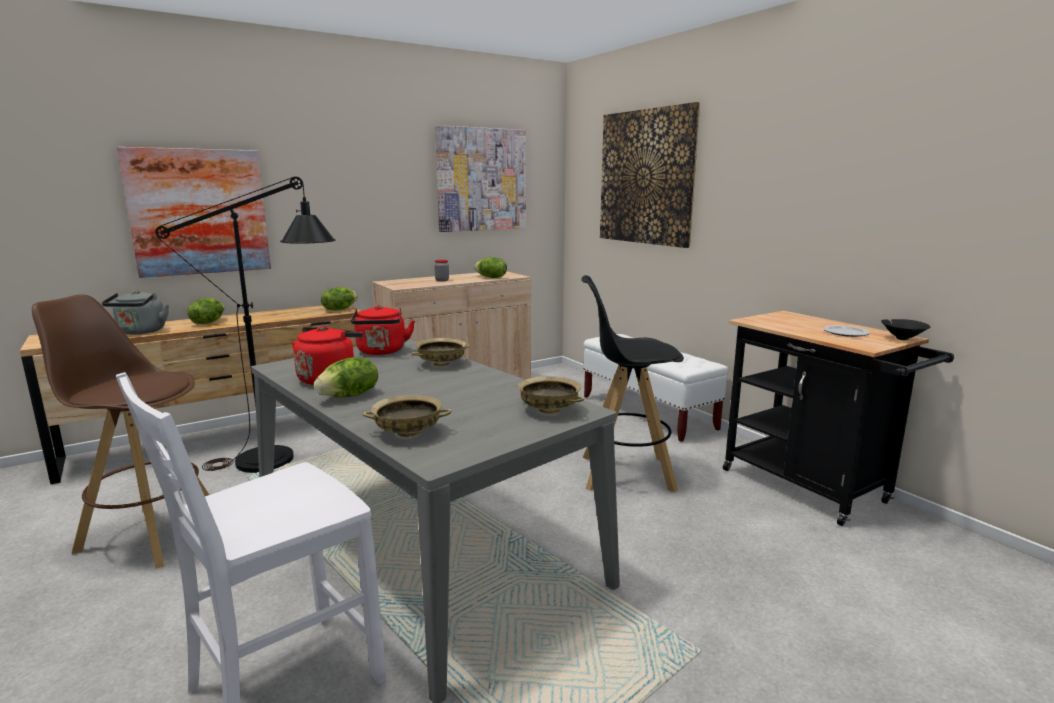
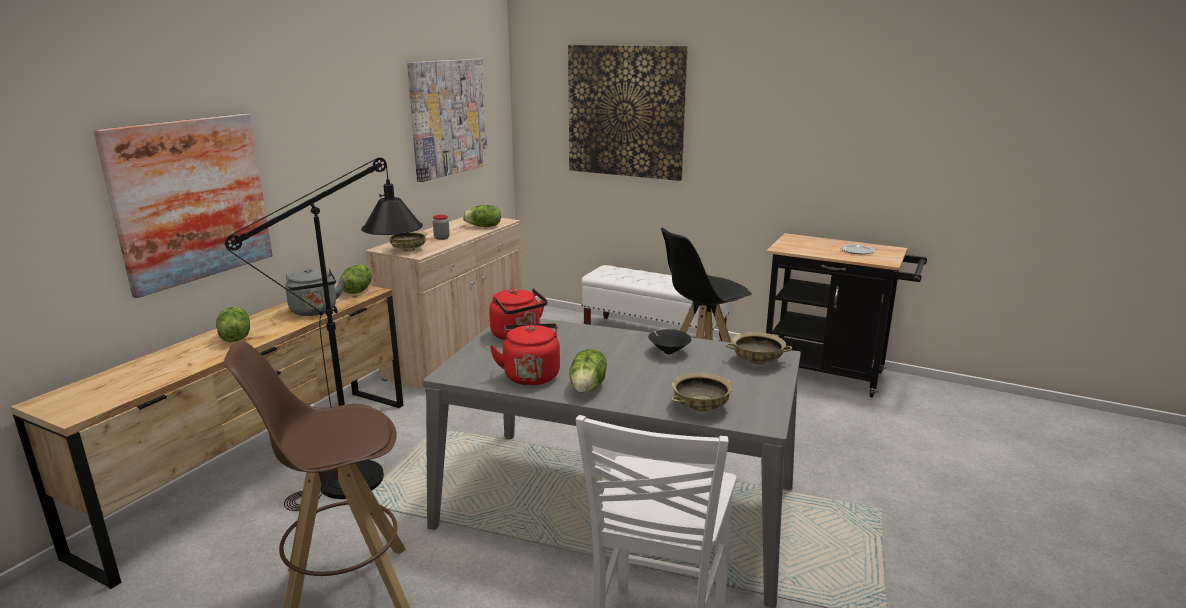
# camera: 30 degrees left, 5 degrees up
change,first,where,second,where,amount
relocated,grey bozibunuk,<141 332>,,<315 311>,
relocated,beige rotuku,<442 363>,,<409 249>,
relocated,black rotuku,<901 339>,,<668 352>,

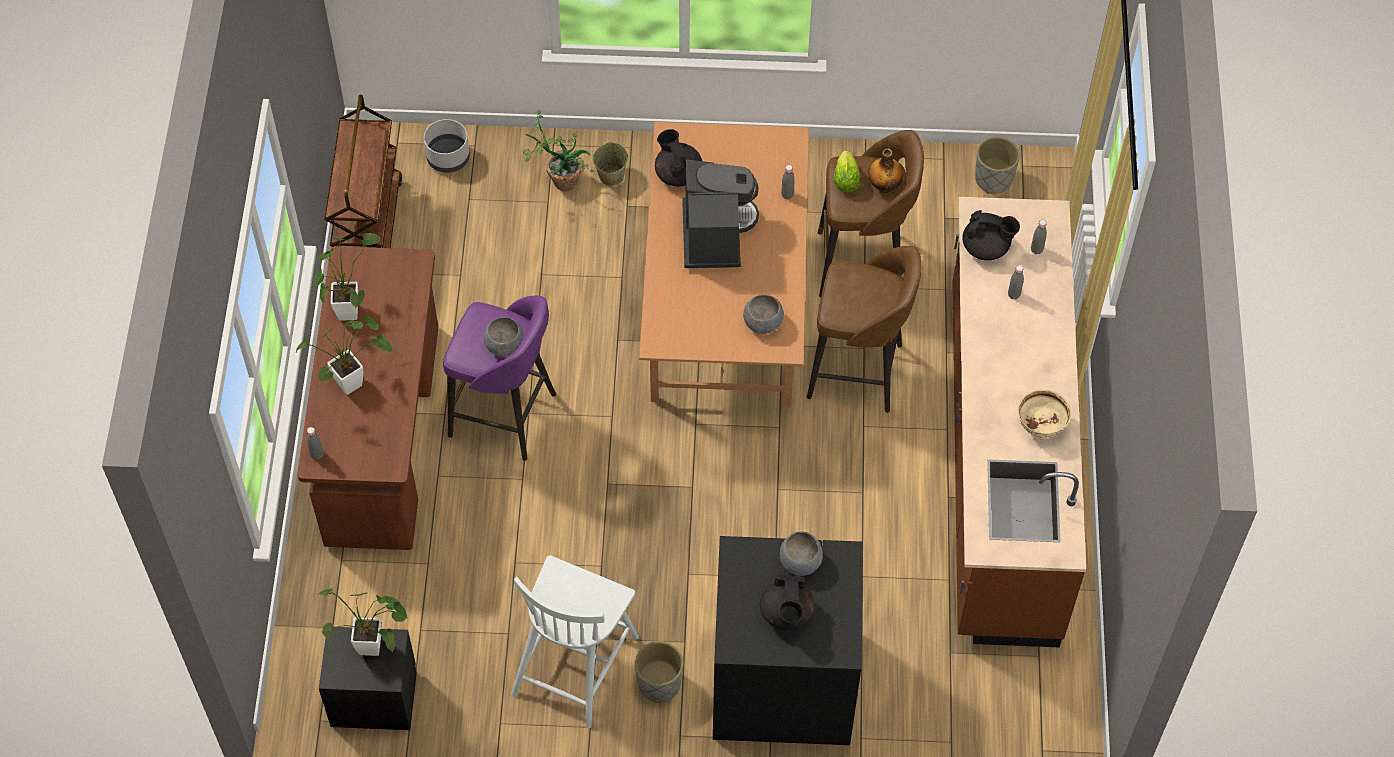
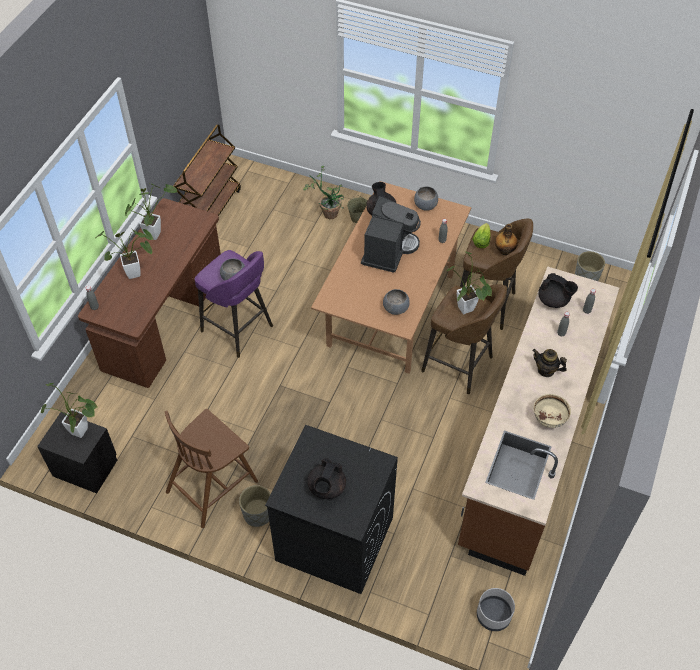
# camera: 20 degrees right, 5 degrees down
change,first,where,second,where,amount
appeared,,,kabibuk,<467 311>,
appeared,,,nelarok,<546 370>,
relocated,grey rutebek,<448 158>,,<493 615>,
relocated,grey rotuku,<800 562>,,<425 205>,
colour,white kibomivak,<575 662>,brown kibomivak,<213 485>,

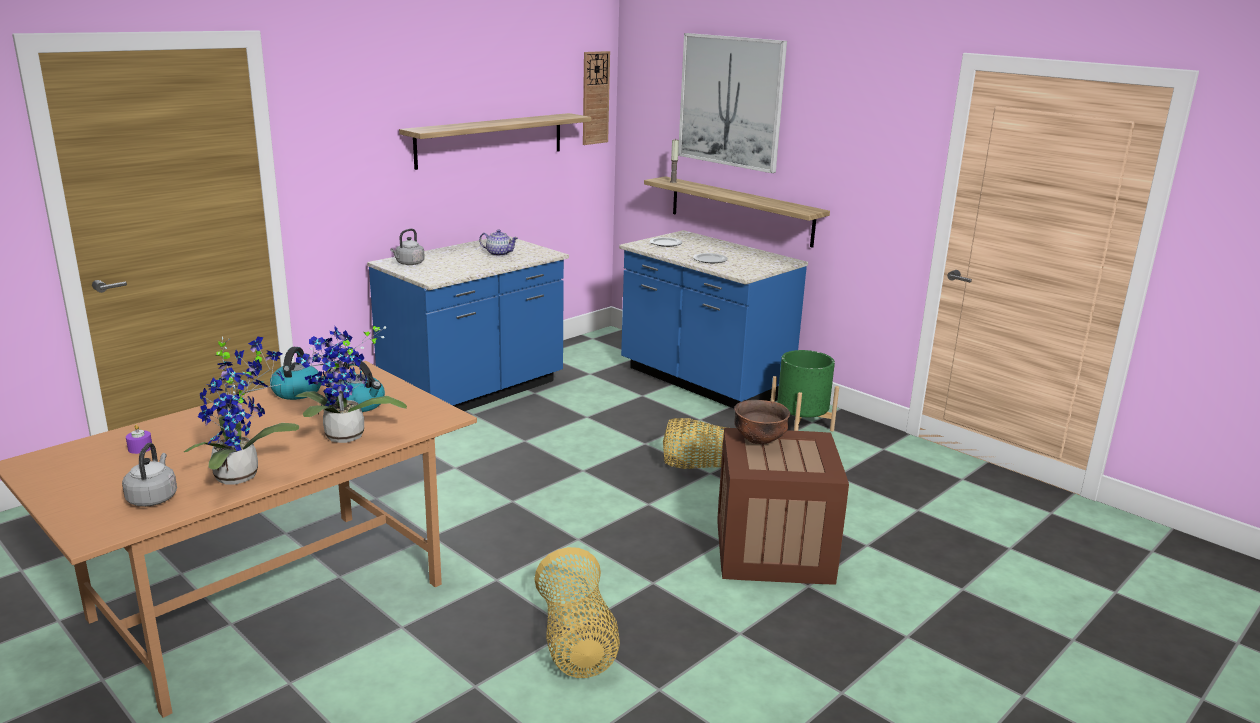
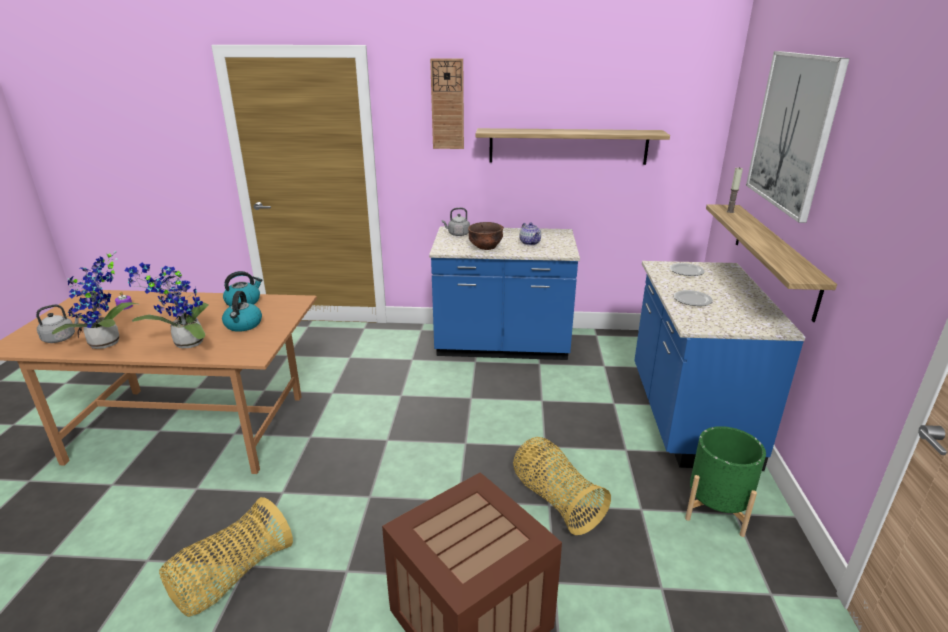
# camera: 50 degrees right, 5 degrees up
change,first,where,second,where,amount
relocated,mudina,<595 98>,,<447 104>,
relocated,brown rotuku,<760 440>,,<486 248>,

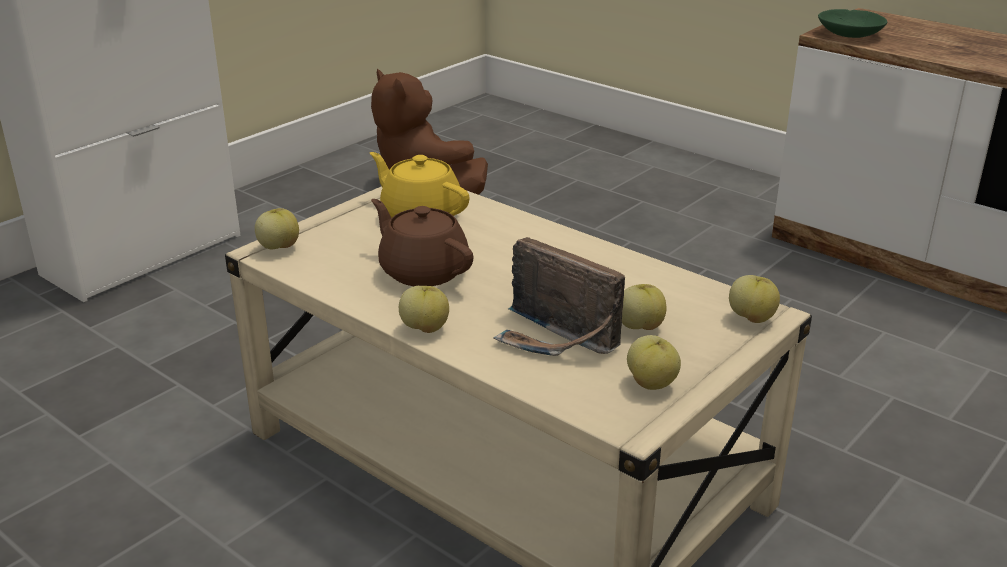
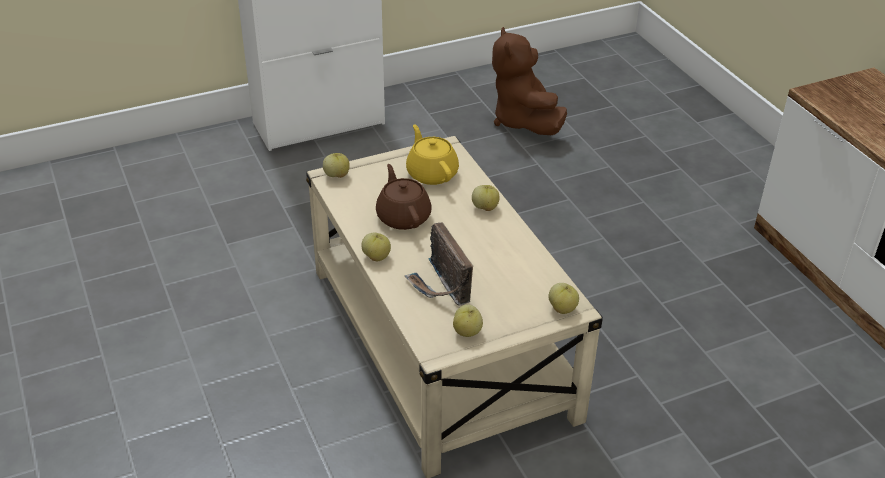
# camera: 25 degrees right, 10 degrees up
change,first,where,second,where,amount
missing,green rotuku,<850 34>,,,
relocated,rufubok,<640 327>,,<485 207>,

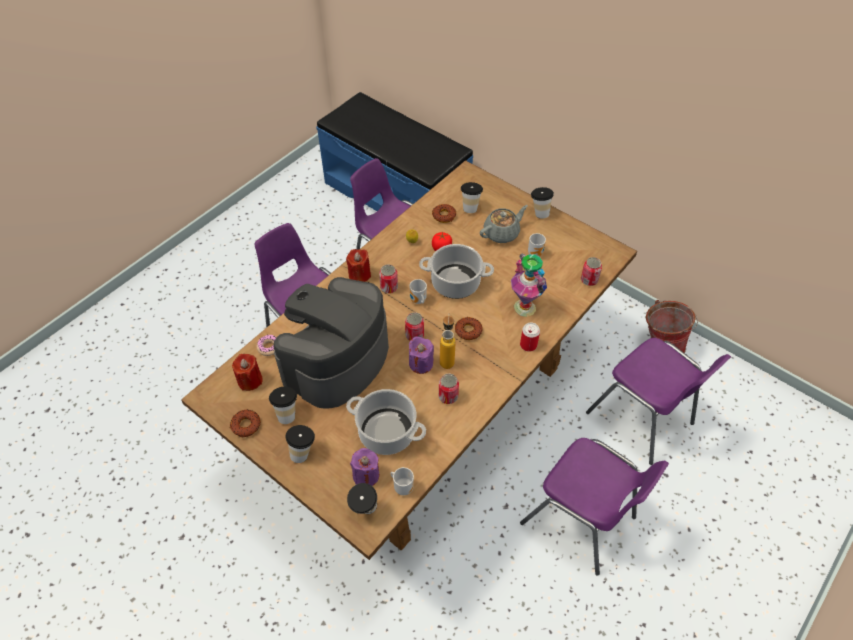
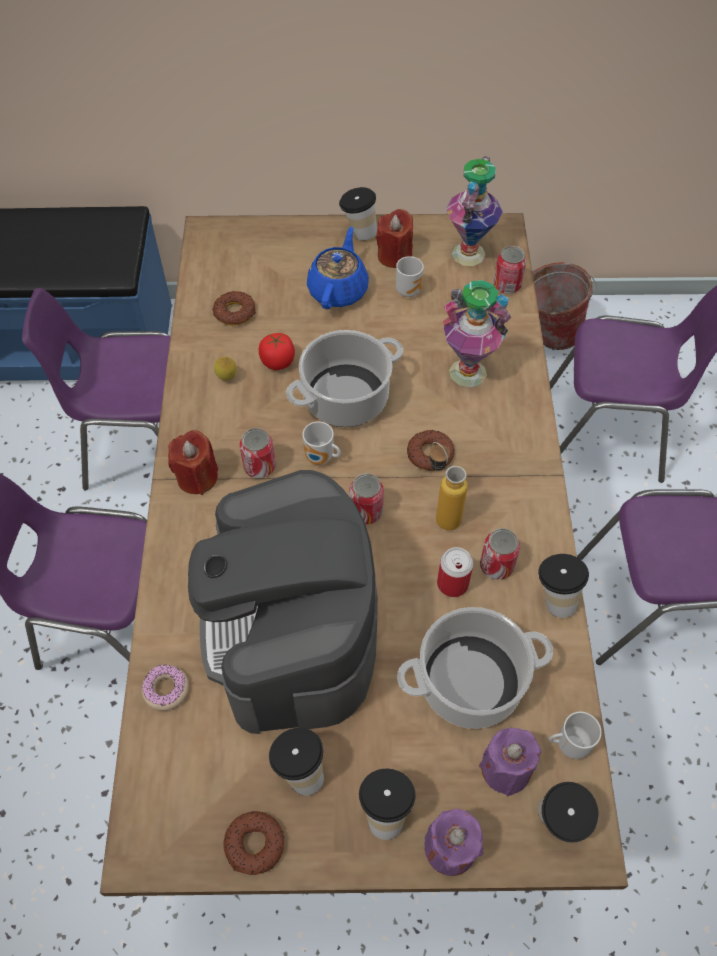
# camera: 40 degrees left, 5 degrees up
change,first,where,second,where,amount
appeared,,,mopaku,<469 254>,
relocated,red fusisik,<250 380>,,<394 256>,
relocated,purple fusisik,<421 363>,,<450 849>,
relocated,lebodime,<470 207>,,<554 598>,
relocated,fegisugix,<528 345>,,<452 583>,
colour,grey nelarok,<502 233>,blue nelarok,<338 290>,

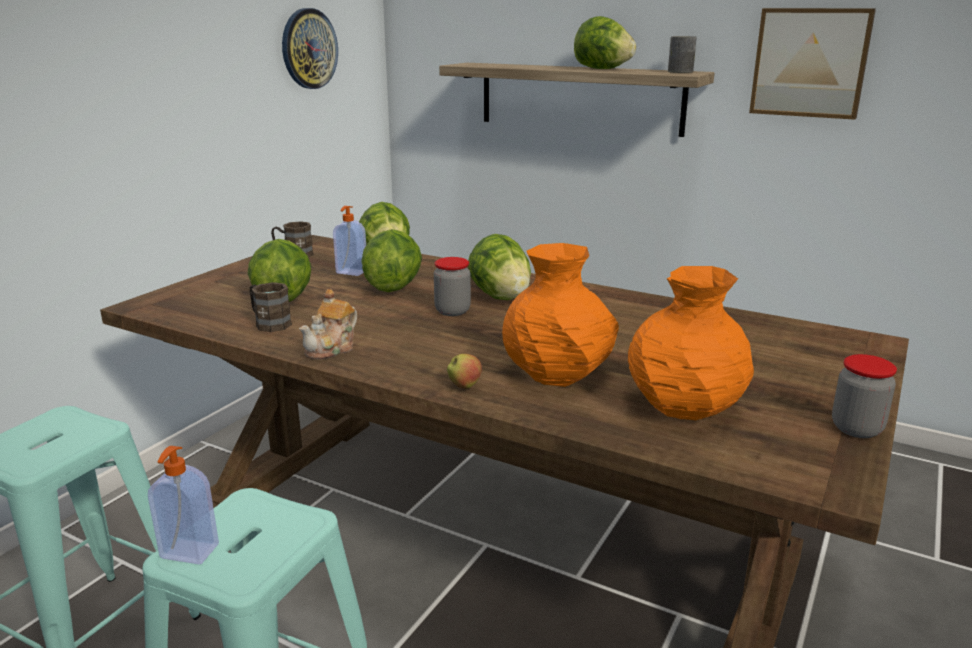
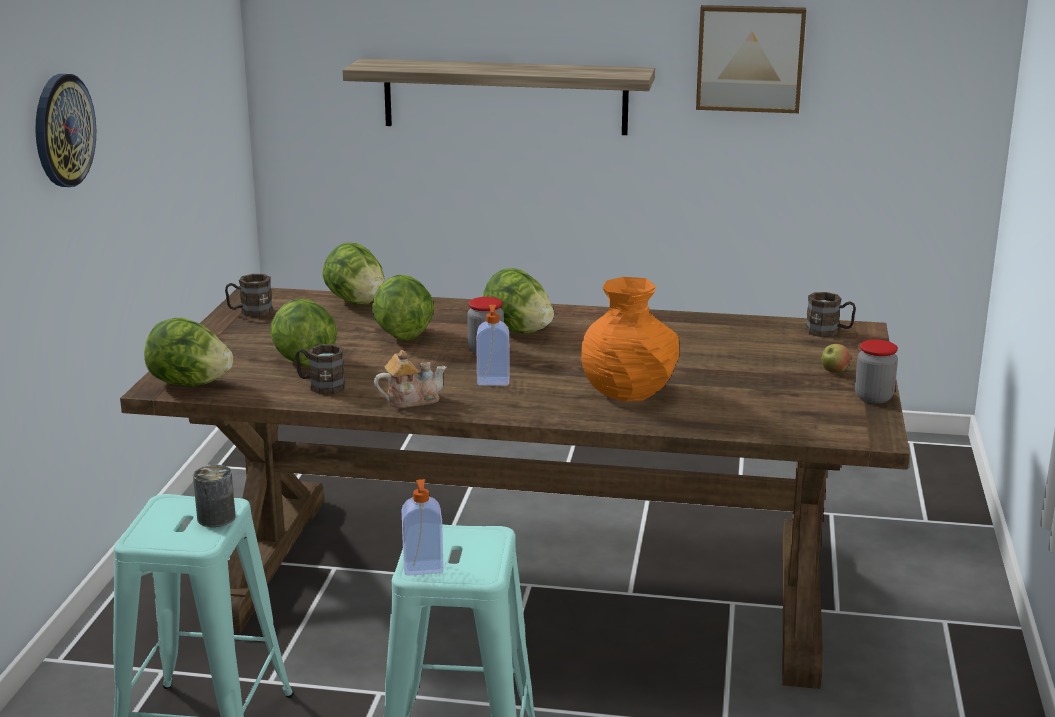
# camera: 20 degrees left, 0 degrees up
change,first,where,second,where,amount
missing,orange mopaku,<683 408>,,,
appeared,,,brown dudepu,<829 332>,
relocated,mudina,<309 49>,,<63 130>,
relocated,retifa,<351 272>,,<493 381>,
relocated,rufubok,<464 386>,,<834 371>,
relocated,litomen,<602 69>,,<189 384>,
relocated,fegisugix,<680 72>,,<216 518>,
spun,nelarok,<332 348>,,<411 400>,120 degrees counterclockwise

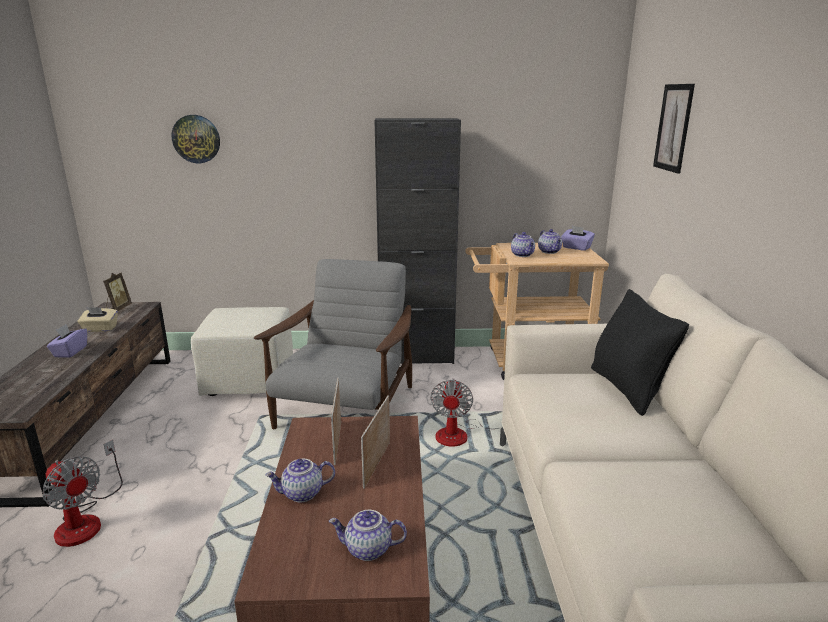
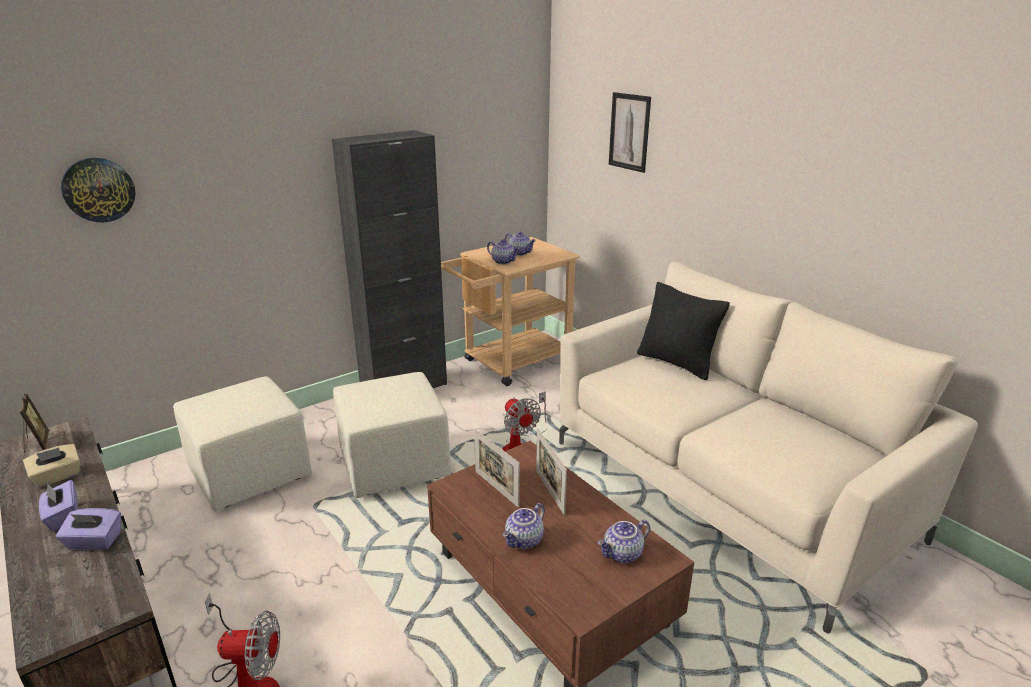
# camera: 35 degrees left, 5 degrees up
change,first,where,second,where,amount
relocated,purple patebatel,<576 248>,,<94 542>,
exchanged,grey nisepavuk,<346 410>,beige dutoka,<395 465>,

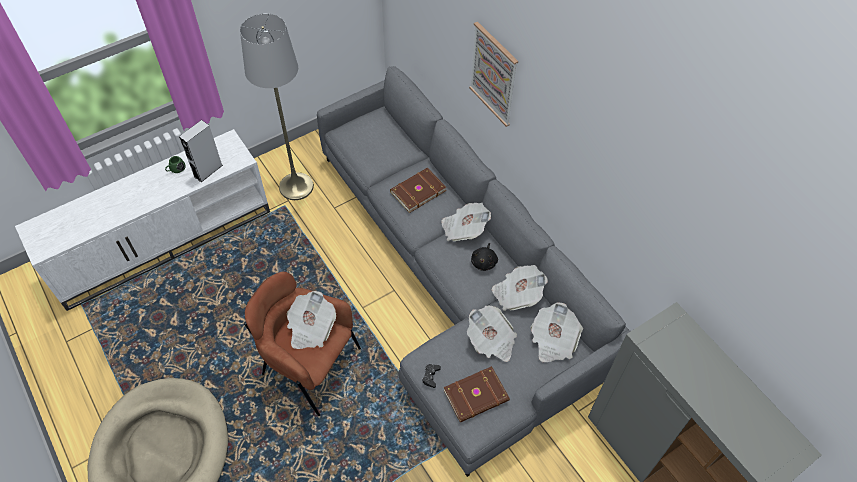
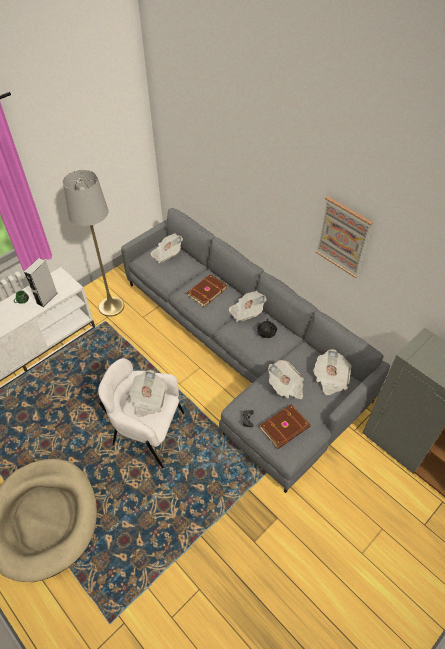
# camera: 10 degrees left, 5 degrees down
change,first,where,second,where,amount
relocated,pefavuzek,<494 74>,,<343 237>,
relocated,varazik,<517 294>,,<167 254>,
colour,brown nisepavuk,<309 366>,white nisepavuk,<147 432>,

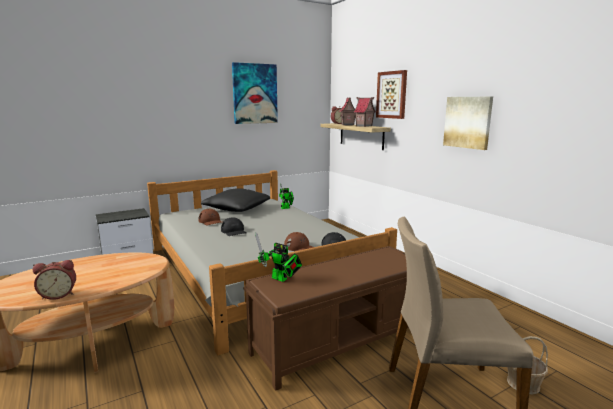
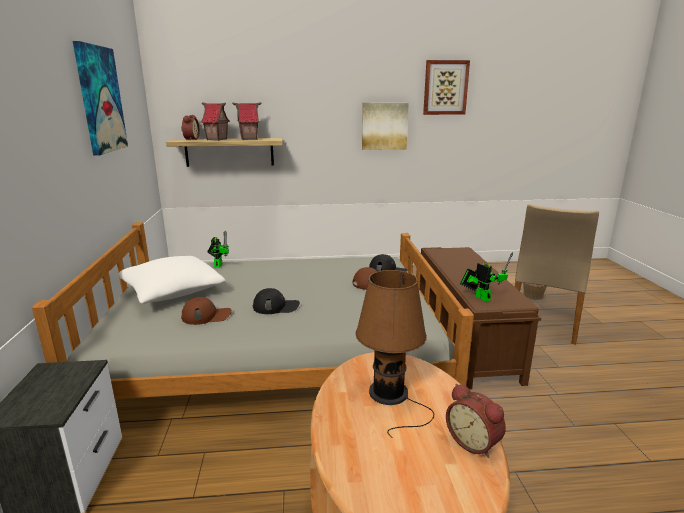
# camera: 65 degrees left, 5 degrees up
change,first,where,second,where,amount
appeared,,,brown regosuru,<391 396>,
relocated,pefavuzek,<392 95>,,<445 87>,
colour,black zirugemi,<237 209>,white zirugemi,<172 292>,
spun,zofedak,<59 295>,,<474 442>,135 degrees clockwise
spun,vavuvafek,<281 279>,,<480 297>,90 degrees counterclockwise

